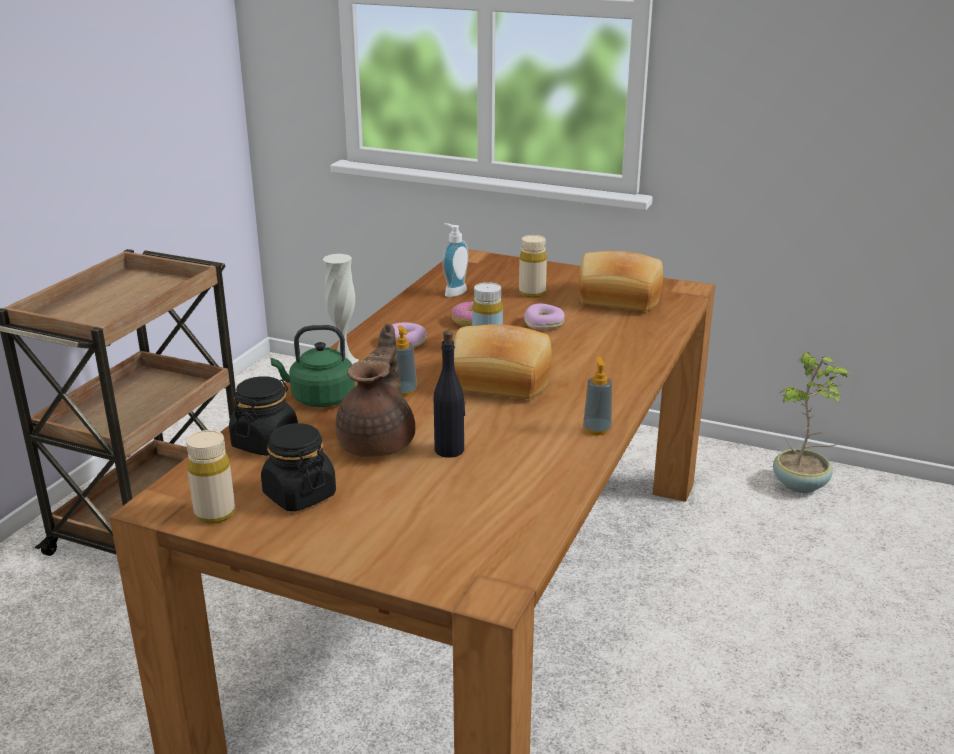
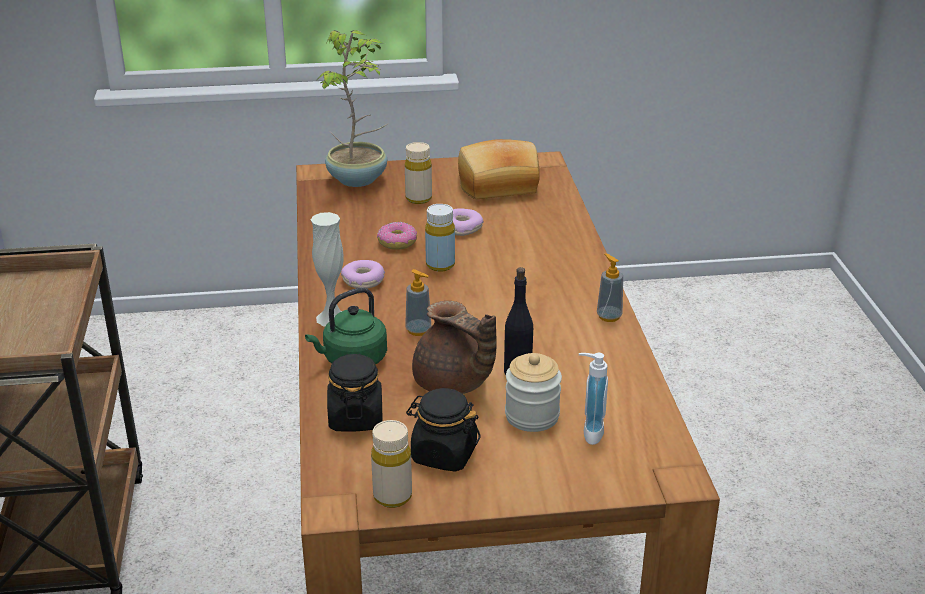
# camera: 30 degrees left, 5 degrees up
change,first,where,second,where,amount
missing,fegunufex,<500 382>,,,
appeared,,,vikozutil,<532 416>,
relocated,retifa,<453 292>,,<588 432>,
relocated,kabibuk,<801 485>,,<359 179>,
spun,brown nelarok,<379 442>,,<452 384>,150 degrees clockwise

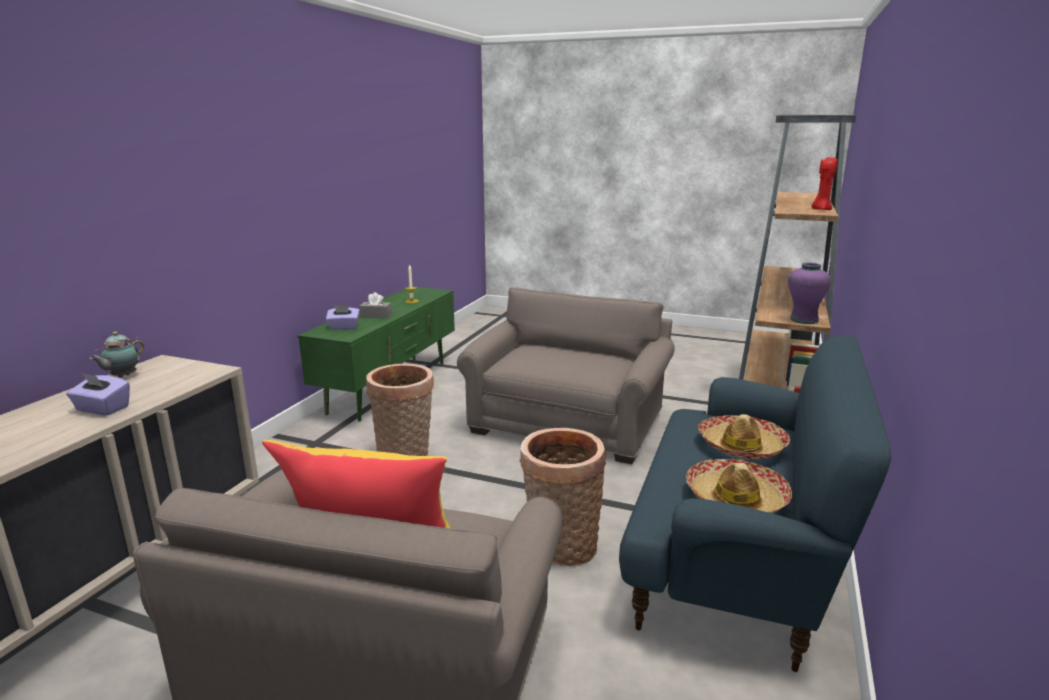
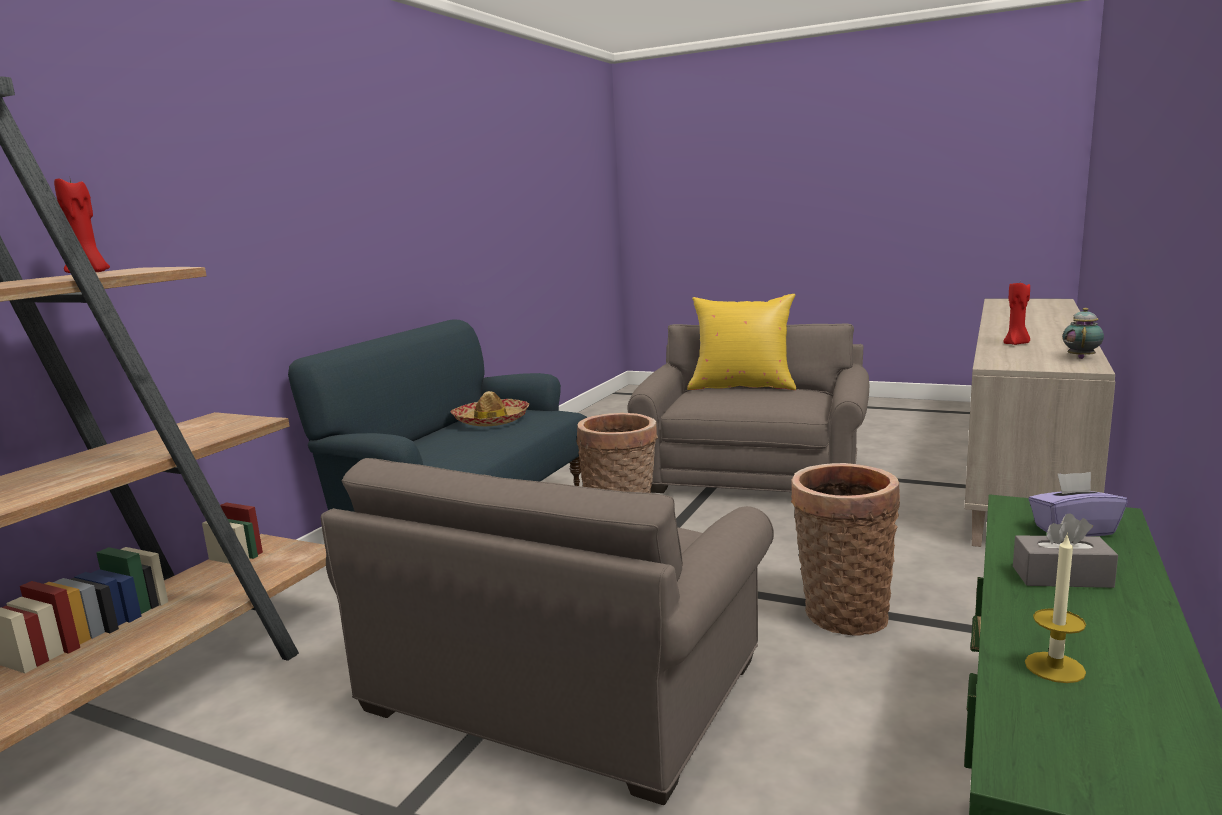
# camera: 175 degrees left, 5 degrees down
change,first,where,second,where,amount
missing,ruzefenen,<741 446>,,,
missing,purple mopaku,<803 320>,,,
exchanged,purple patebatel,<102 409>,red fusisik,<1016 344>,

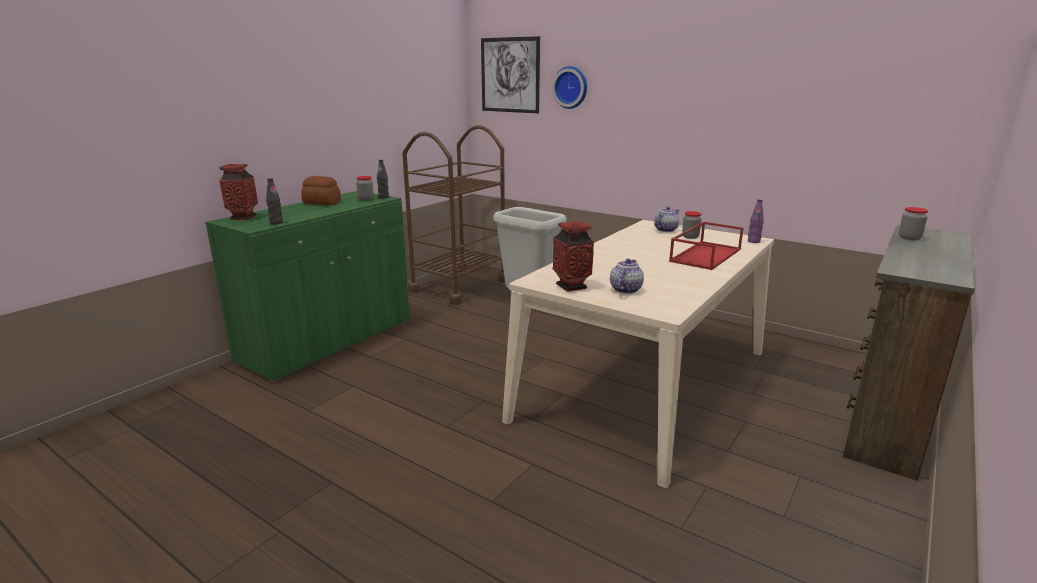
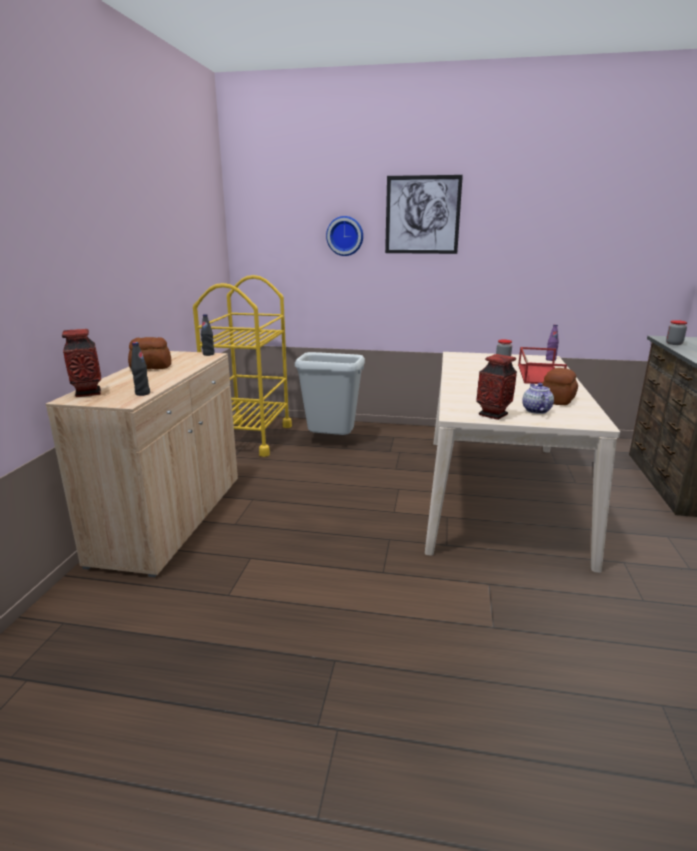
# camera: 25 degrees left, 0 degrees up
change,first,where,second,where,amount
missing,vikozutil,<366 199>,,,
missing,nelarok,<666 229>,,,
appeared,,,fegunufex,<556 400>,
relocated,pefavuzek,<510 75>,,<422 215>,
colour,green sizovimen,<328 341>,beige sizovimen,<171 518>,
colour,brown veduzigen,<459 286>,yellow veduzigen,<250 438>,

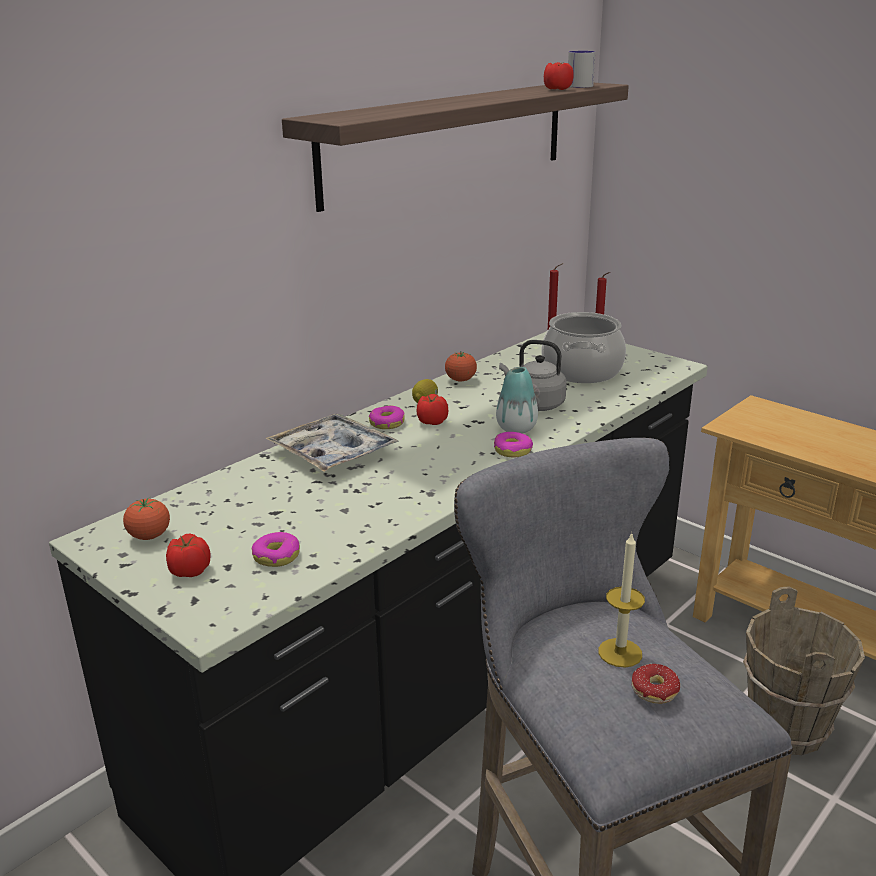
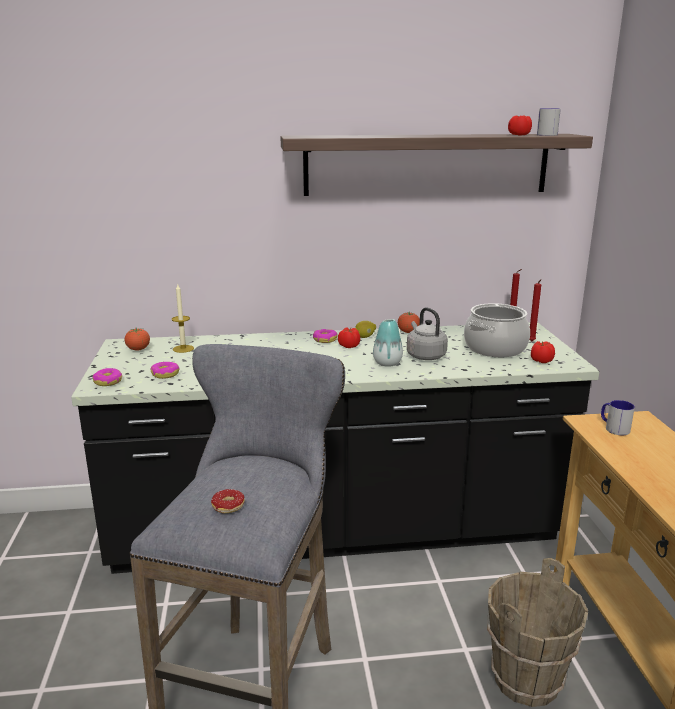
# camera: 40 degrees right, 5 degrees down
change,first,where,second,where,amount
missing,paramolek,<332 453>,,,
appeared,,,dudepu,<613 428>,
relocated,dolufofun,<189 571>,,<541 361>,
relocated,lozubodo,<513 450>,,<108 382>,
relocated,fusisik,<620 652>,,<183 349>,

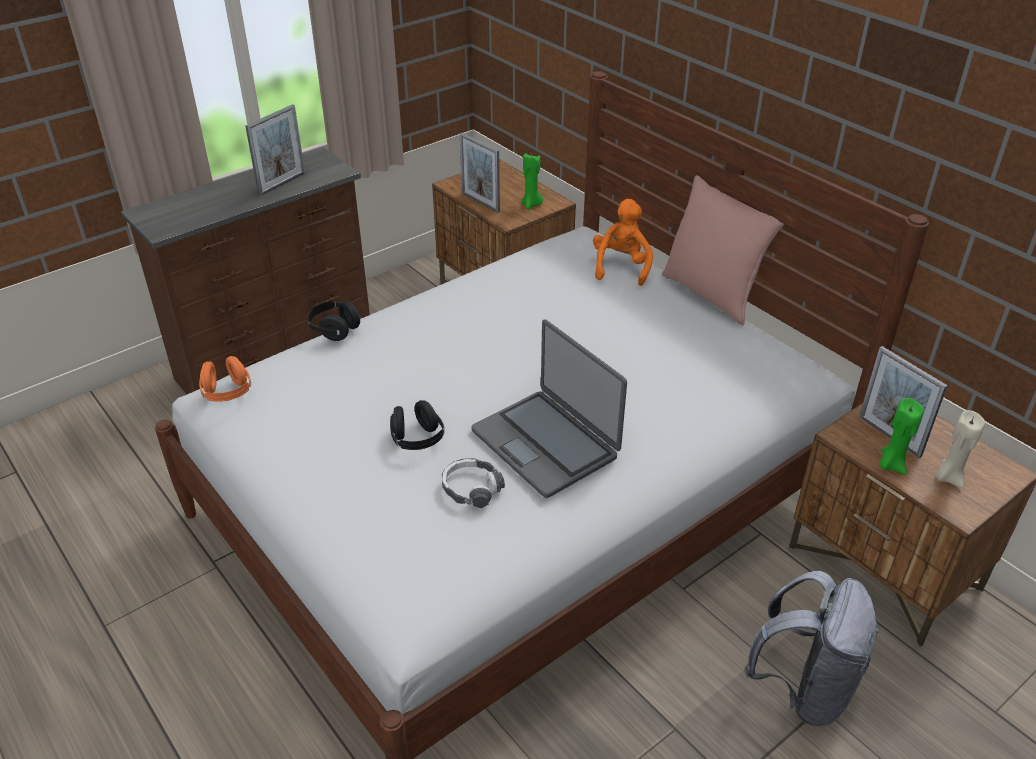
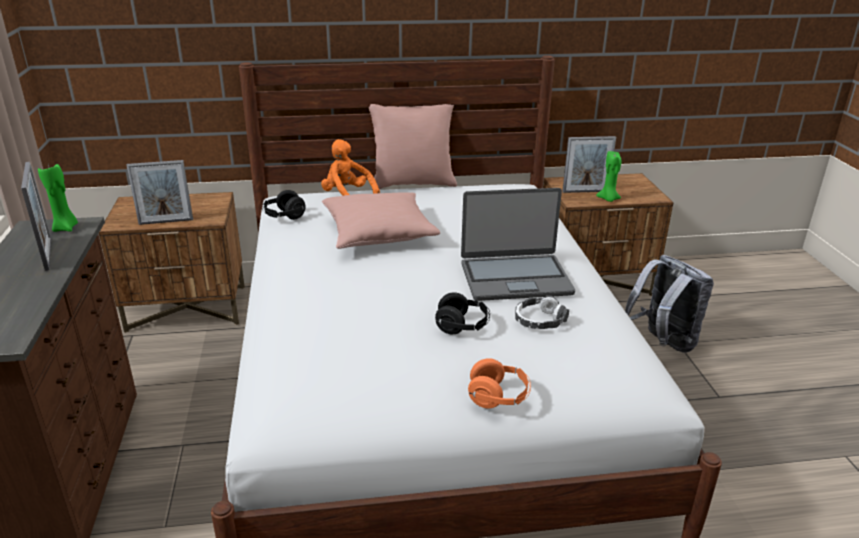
# camera: 60 degrees left, 10 degrees down
change,first,where,second,where,amount
missing,beige fusisik,<948 477>,,,
appeared,,,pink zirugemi,<379 234>,
relocated,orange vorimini,<227 393>,,<498 398>,
relocated,black vorimini,<334 330>,,<284 217>,
relocated,green fusisik,<532 205>,,<66 228>,

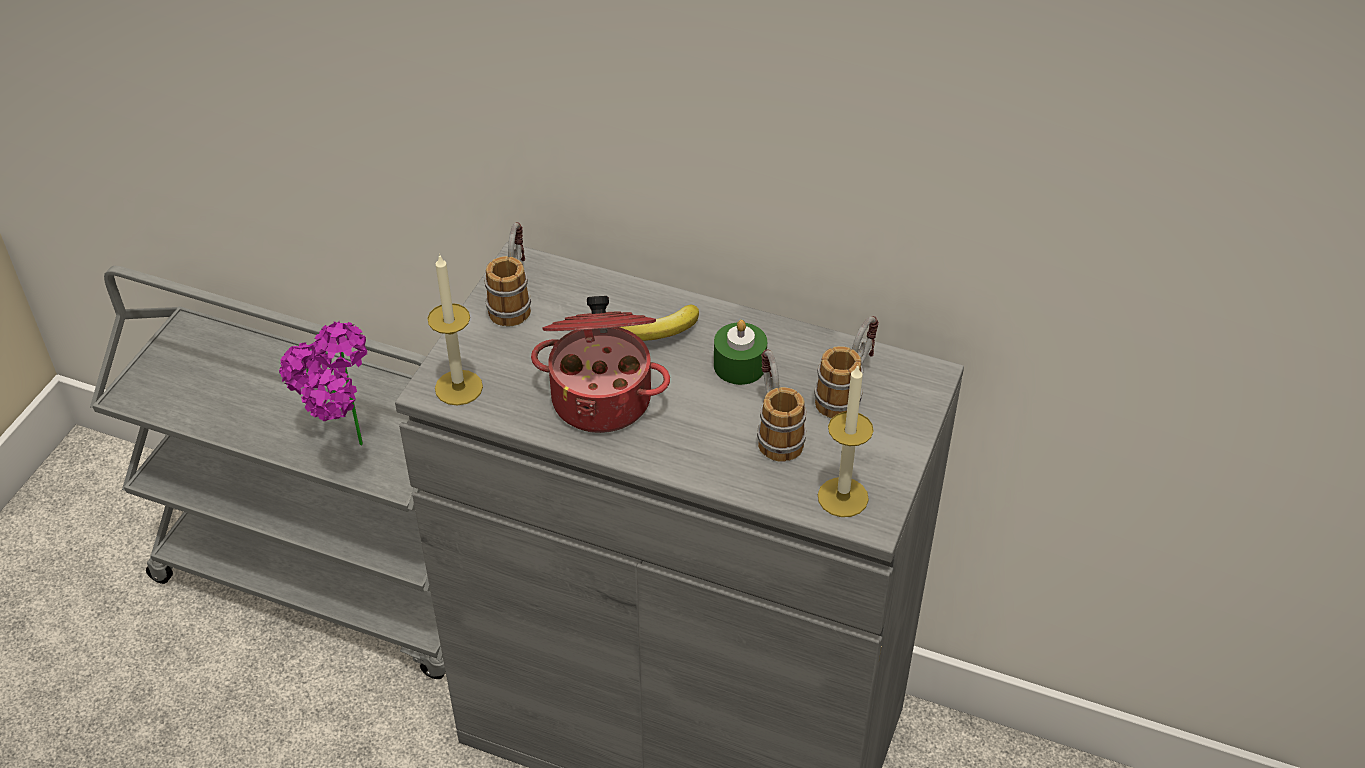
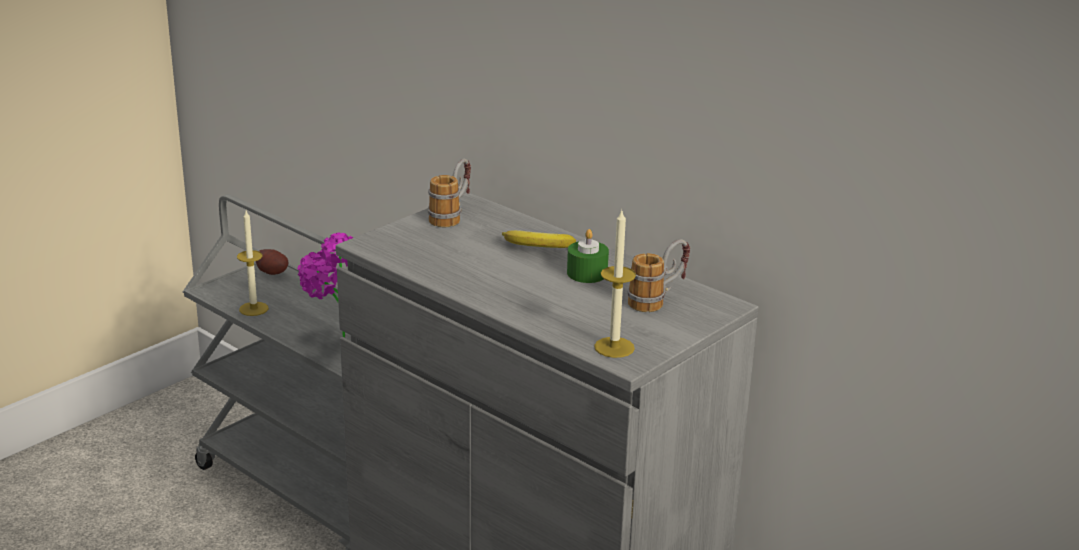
# camera: 20 degrees right, 20 degrees down
change,first,where,second,where,amount
missing,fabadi,<602 397>,,,
missing,dudepu,<775 429>,,,
appeared,,,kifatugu,<273 272>,
relocated,fusisik,<458 387>,,<253 309>,

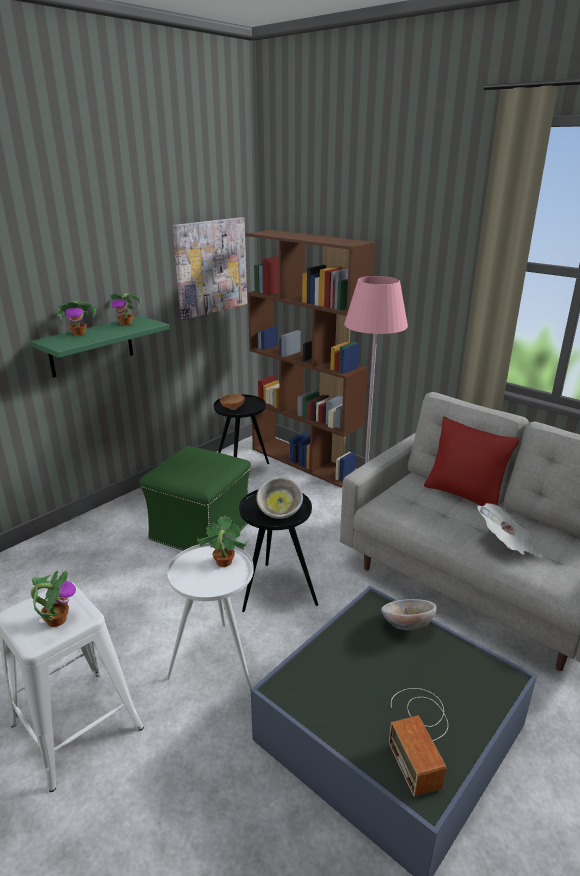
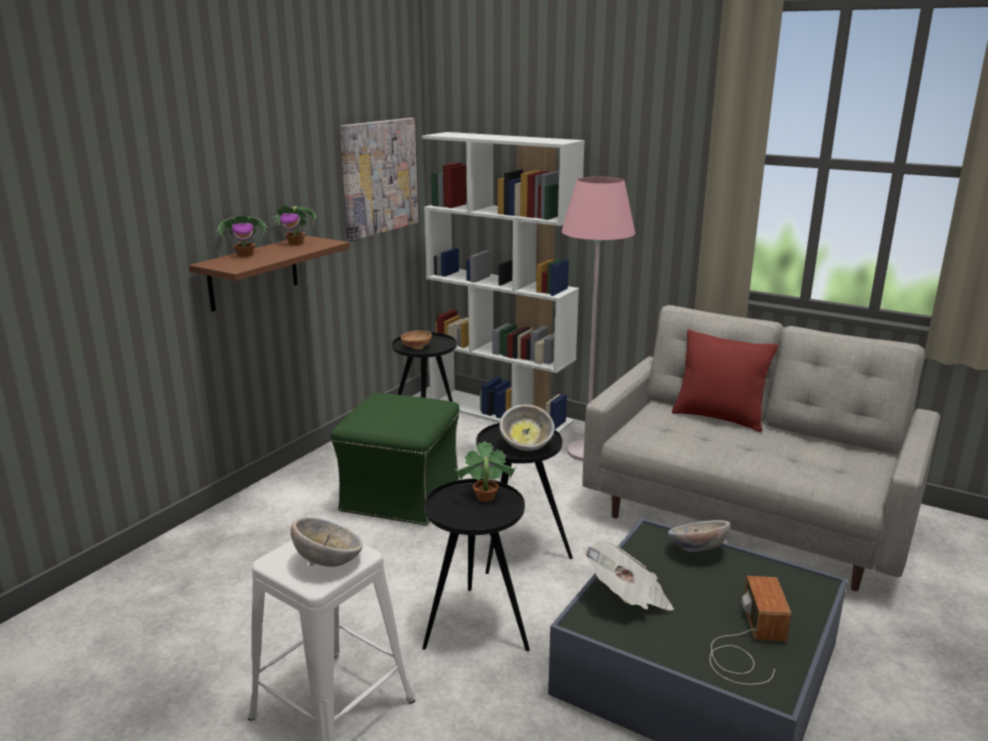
# camera: 10 degrees left, 5 degrees down
change,first,where,second,where,amount
relocated,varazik,<507 545>,,<627 597>,
exchanged,kabibuk,<56 619>,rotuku,<328 561>,
colour,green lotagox,<91 346>,brown lotagox,<253 273>,
colour,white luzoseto,<217 660>,black luzoseto,<476 625>,
colour,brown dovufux,<305 461>,white dovufux,<501 413>,
spun,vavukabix,<420 734>,,<747 643>,150 degrees counterclockwise

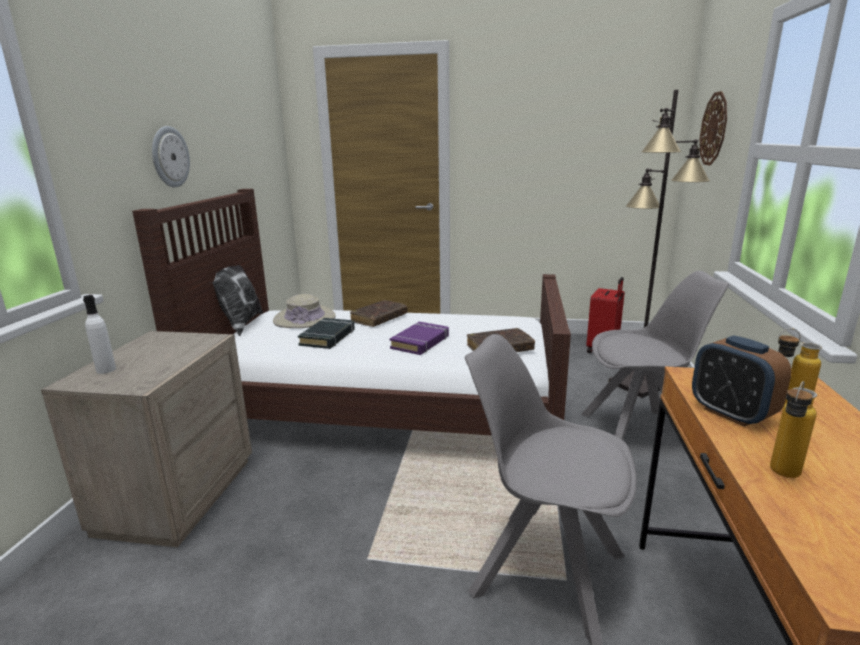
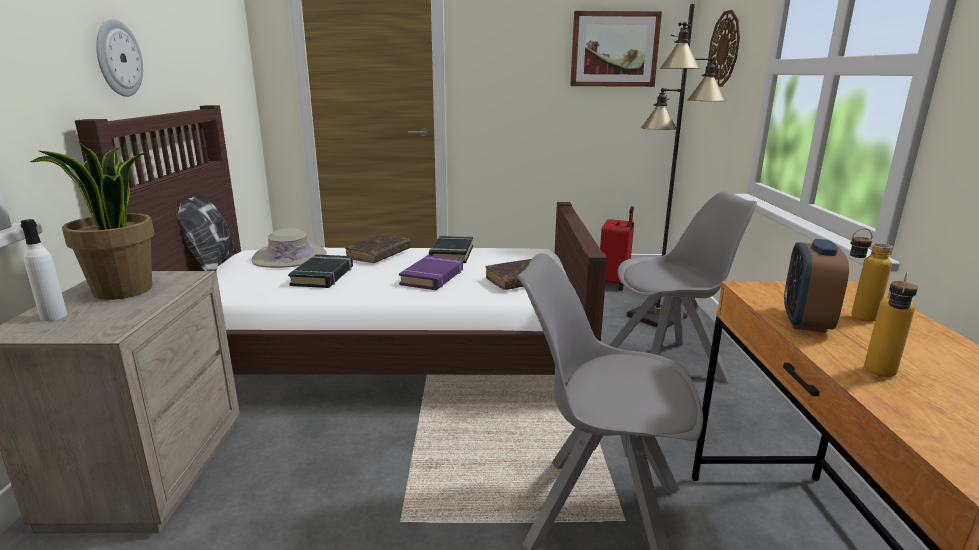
# camera: 10 degrees left, 0 degrees up
change,first,where,second,where,amount
appeared,,,kabibuk,<123 291>,
appeared,,,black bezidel,<451 254>,
appeared,,,pefavuzek,<614 49>,
spun,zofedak,<731 414>,,<805 321>,60 degrees clockwise

